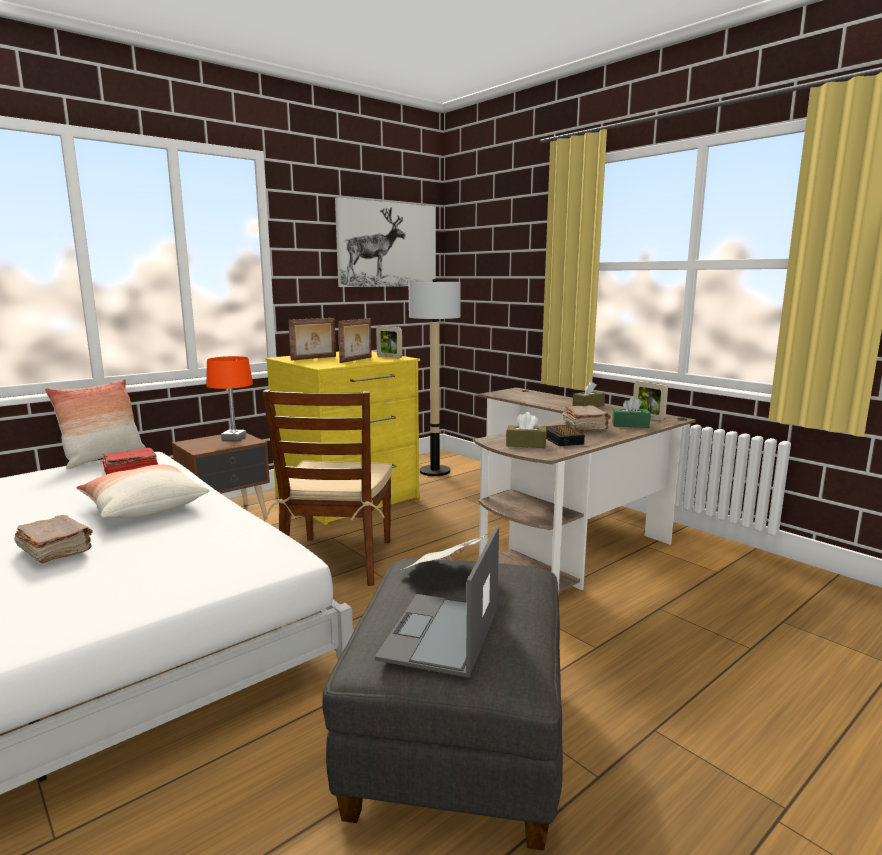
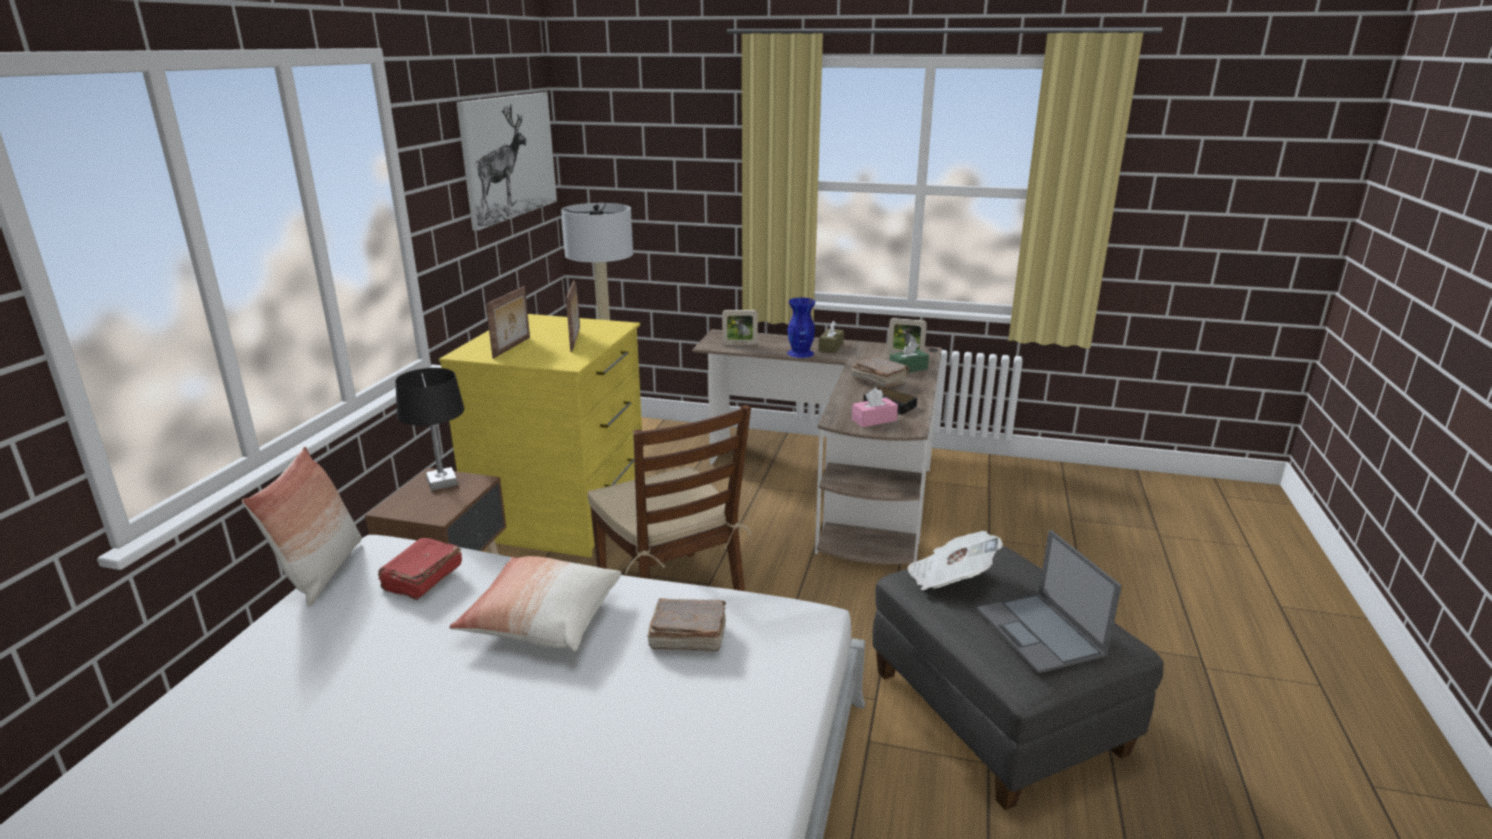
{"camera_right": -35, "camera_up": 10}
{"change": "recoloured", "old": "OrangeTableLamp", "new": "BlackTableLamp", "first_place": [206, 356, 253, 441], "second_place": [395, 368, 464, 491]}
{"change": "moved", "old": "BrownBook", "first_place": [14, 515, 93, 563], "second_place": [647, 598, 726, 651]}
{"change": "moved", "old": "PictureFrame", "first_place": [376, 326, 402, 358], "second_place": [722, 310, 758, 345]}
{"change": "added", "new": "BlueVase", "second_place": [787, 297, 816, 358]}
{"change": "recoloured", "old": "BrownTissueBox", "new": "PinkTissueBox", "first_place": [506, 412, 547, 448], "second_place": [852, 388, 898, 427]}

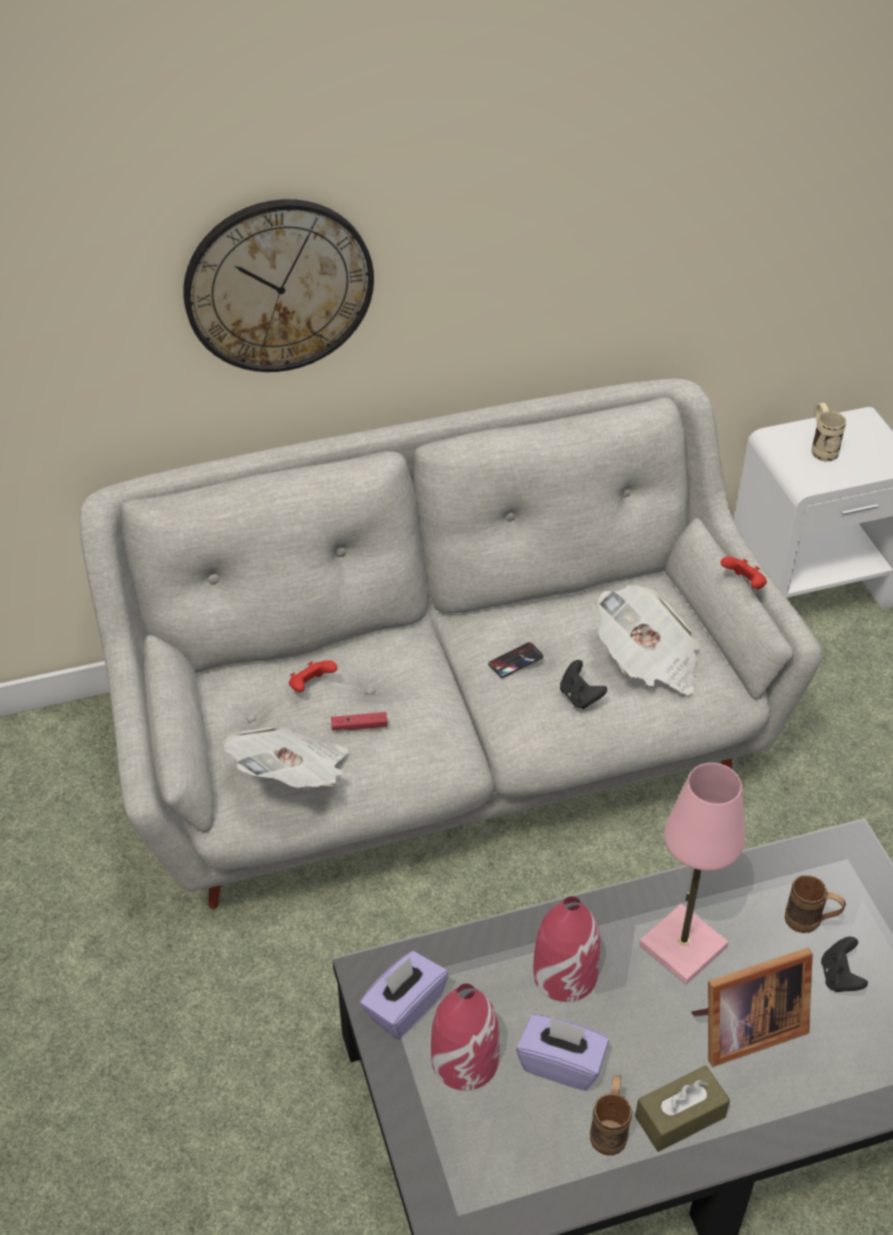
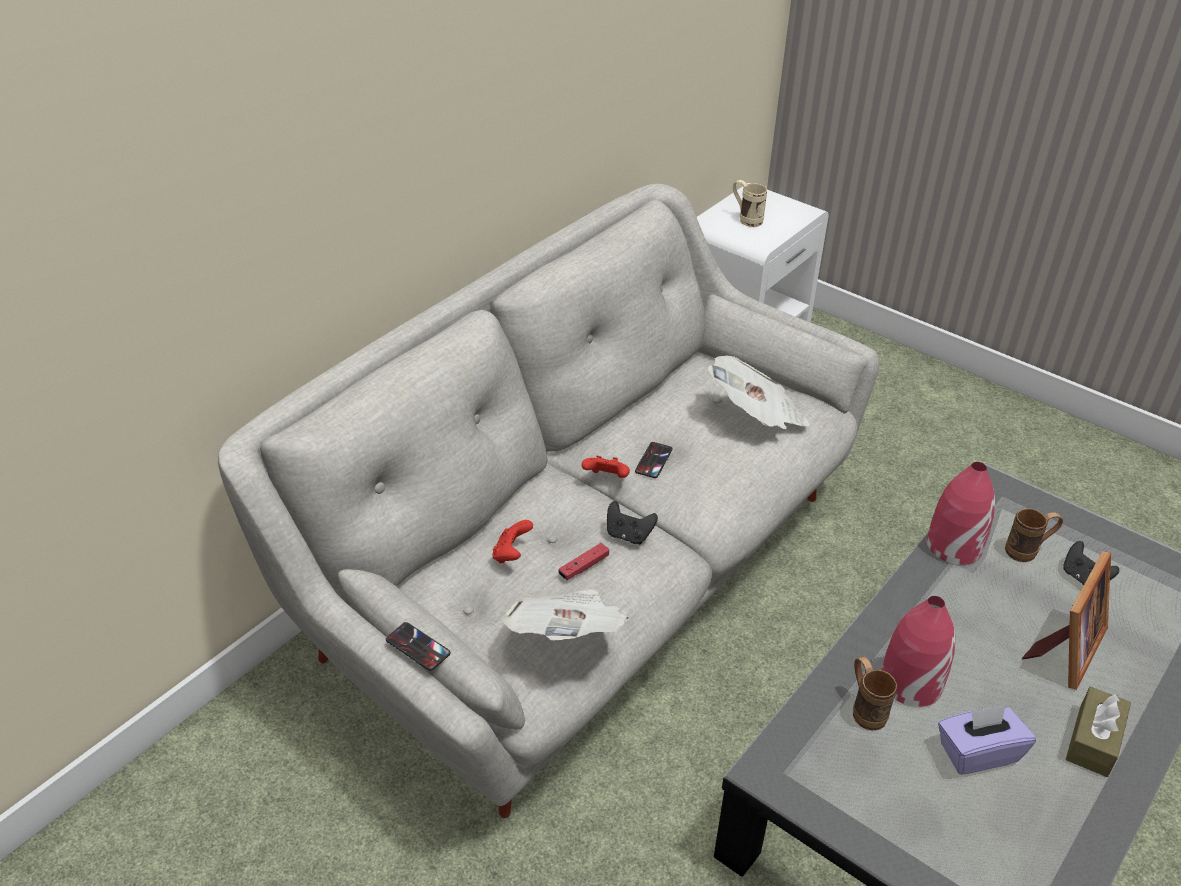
{"camera_right": -35, "camera_up": -5}
{"change": "added", "new": "Phone", "second_place": [386, 622, 451, 671]}
{"change": "moved", "old": "RedGameController", "first_place": [721, 556, 767, 589], "second_place": [582, 456, 630, 478]}
{"change": "moved", "old": "BlackGameController", "first_place": [560, 660, 607, 709], "second_place": [607, 501, 658, 544]}
{"change": "moved", "old": "BrownMug", "first_place": [590, 1075, 632, 1155], "second_place": [853, 657, 897, 731]}
{"change": "moved", "old": "RedVase", "first_place": [431, 983, 500, 1090], "second_place": [927, 462, 995, 565]}
{"change": "removed", "old": "WallClock", "first_place": [183, 199, 374, 372]}
{"change": "removed", "old": "PurpleTissueBox", "first_place": [360, 951, 449, 1038]}
{"change": "removed", "old": "PinkTableLamp", "first_place": [639, 763, 745, 984]}

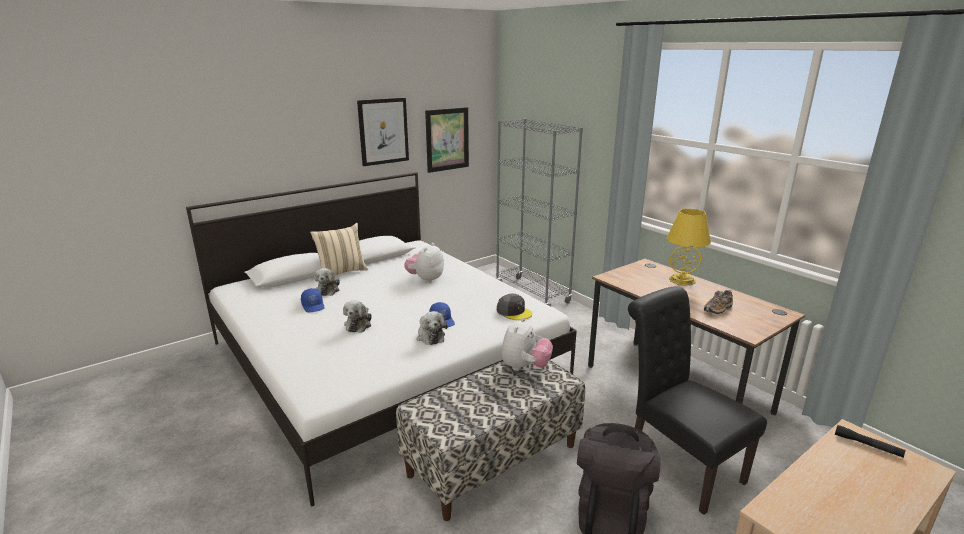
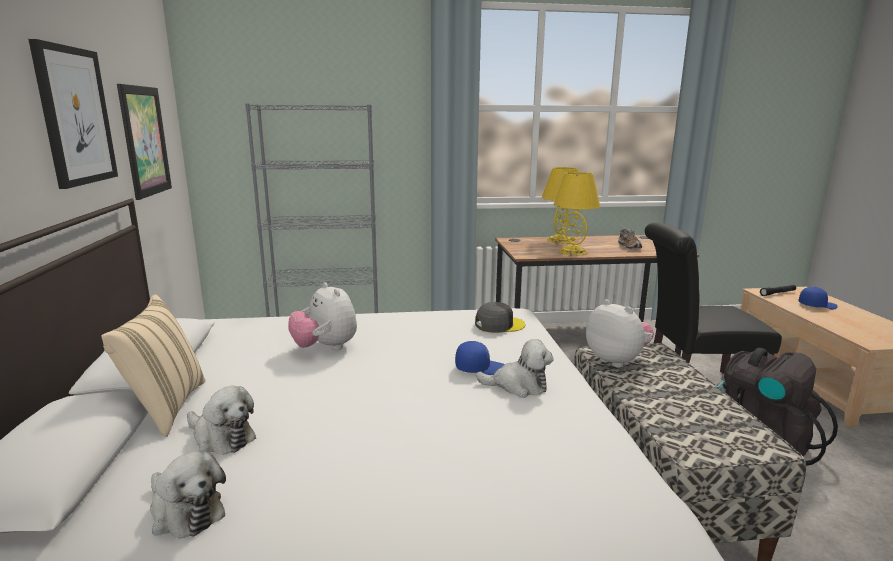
{"camera_right": -60, "camera_up": -5}
{"change": "moved", "old": "PlushToy", "first_place": [343, 301, 372, 333], "second_place": [150, 451, 226, 538]}
{"change": "added", "new": "YellowTableLamp", "second_place": [553, 172, 600, 256]}
{"change": "moved", "old": "BlueCap", "first_place": [301, 288, 325, 313], "second_place": [798, 287, 838, 309]}

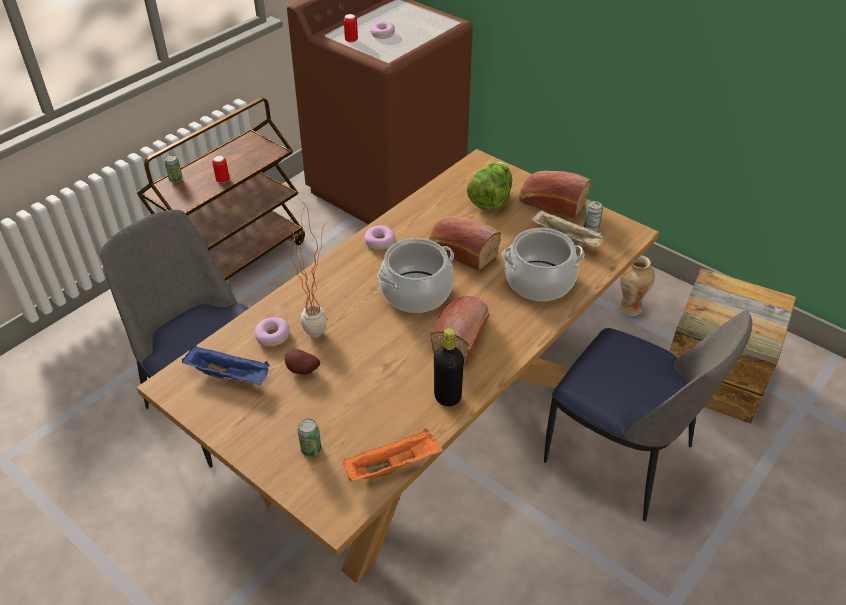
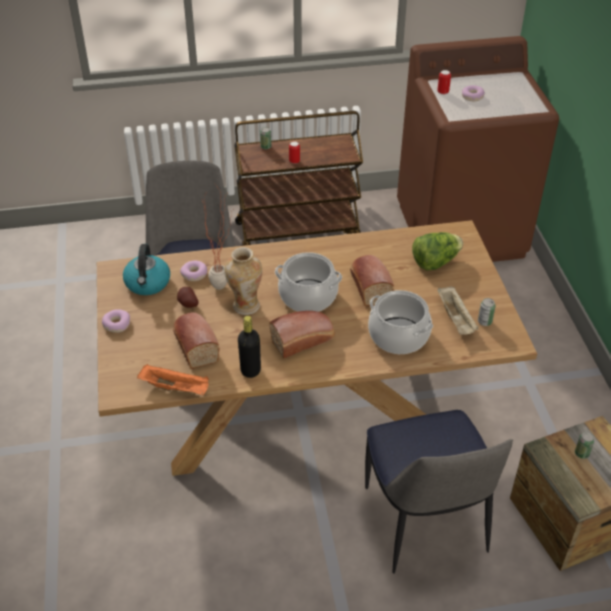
{"camera_right": 40, "camera_up": 0}
{"change": "moved", "old": "Donut", "first_place": [364, 225, 396, 250], "second_place": [102, 309, 130, 333]}
{"change": "replaced", "old": "BlueTray", "new": "Kettle", "first_place": [182, 345, 270, 385], "second_place": [123, 244, 170, 295]}
{"change": "moved", "old": "Bread", "first_place": [519, 171, 591, 218], "second_place": [173, 312, 220, 369]}
{"change": "moved", "old": "Vase", "first_place": [618, 255, 655, 316], "second_place": [224, 247, 262, 315]}
{"change": "moved", "old": "Can", "first_place": [297, 419, 321, 457], "second_place": [575, 432, 595, 459]}

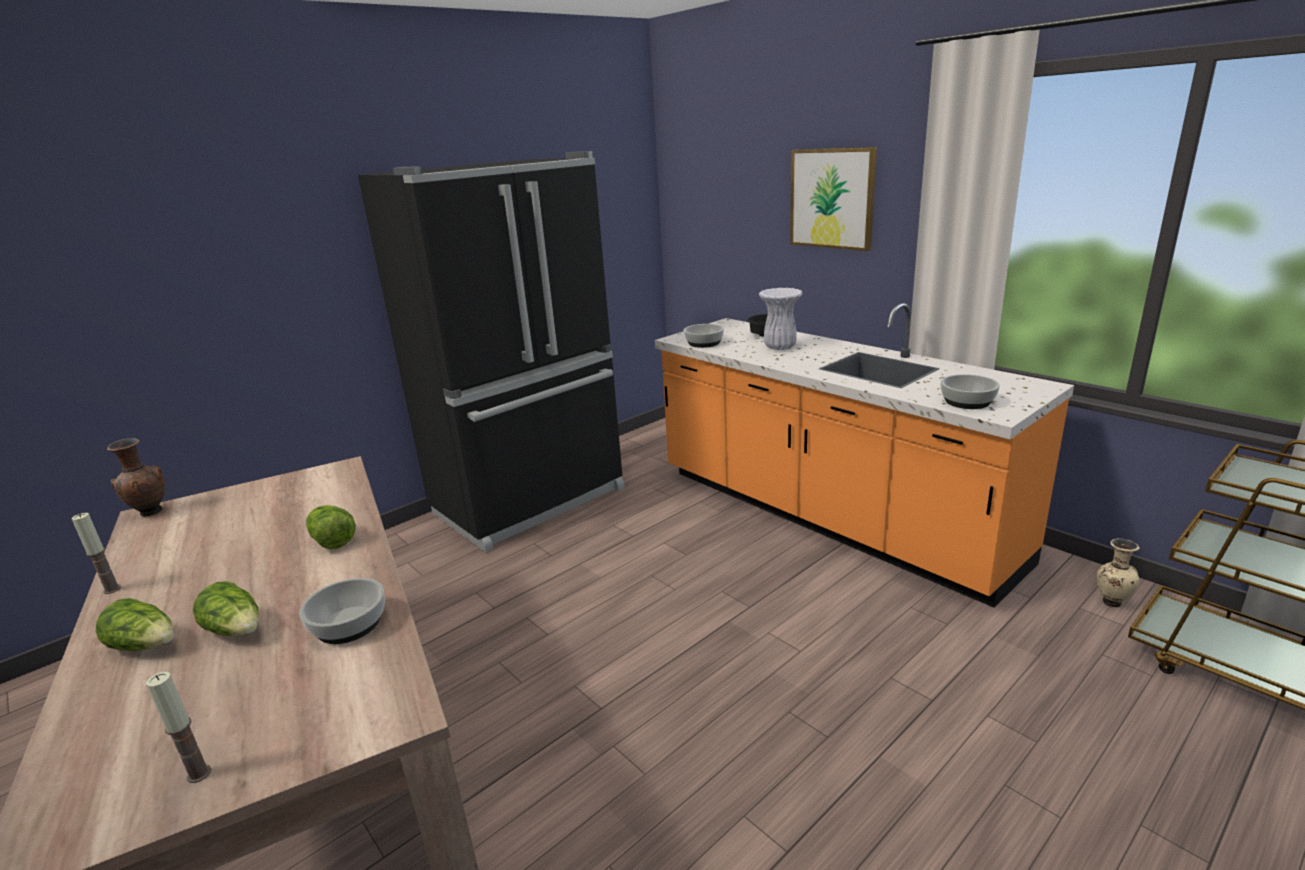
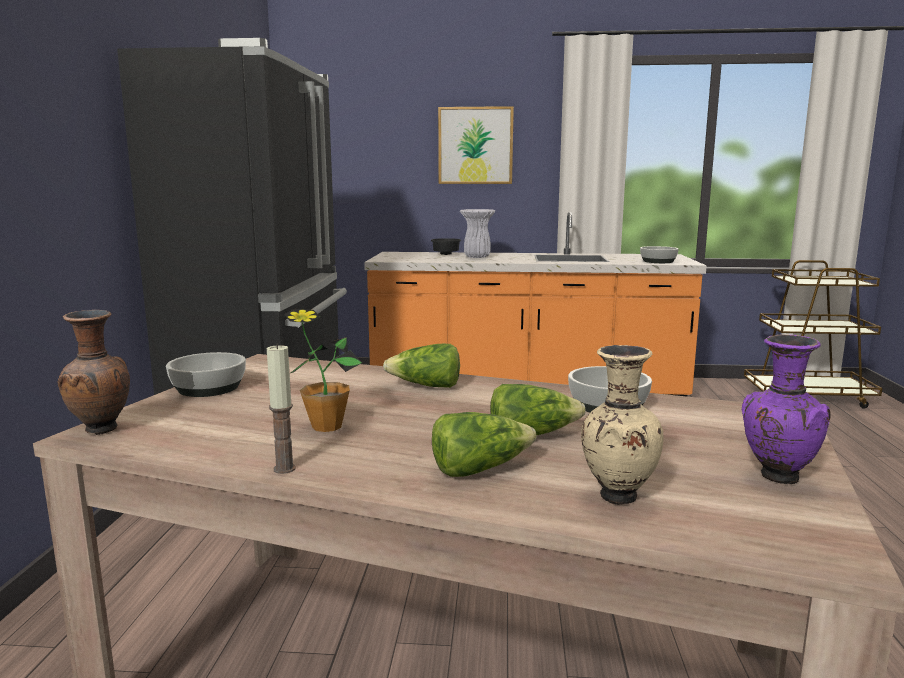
{"camera_right": -45, "camera_up": -10}
{"change": "moved", "old": "Bowl", "first_place": [684, 324, 724, 348], "second_place": [166, 352, 246, 397]}
{"change": "added", "new": "PottedPlant", "second_place": [284, 309, 362, 432]}
{"change": "moved", "old": "BeigeVase", "first_place": [1097, 538, 1139, 607], "second_place": [581, 345, 663, 505]}
{"change": "replaced", "old": "Candle", "new": "PurpleVase", "first_place": [146, 672, 211, 783], "second_place": [742, 335, 830, 484]}

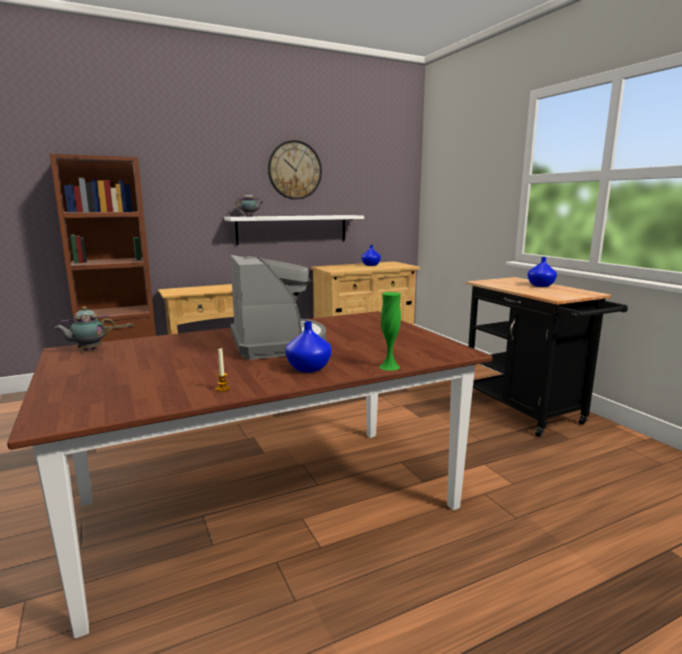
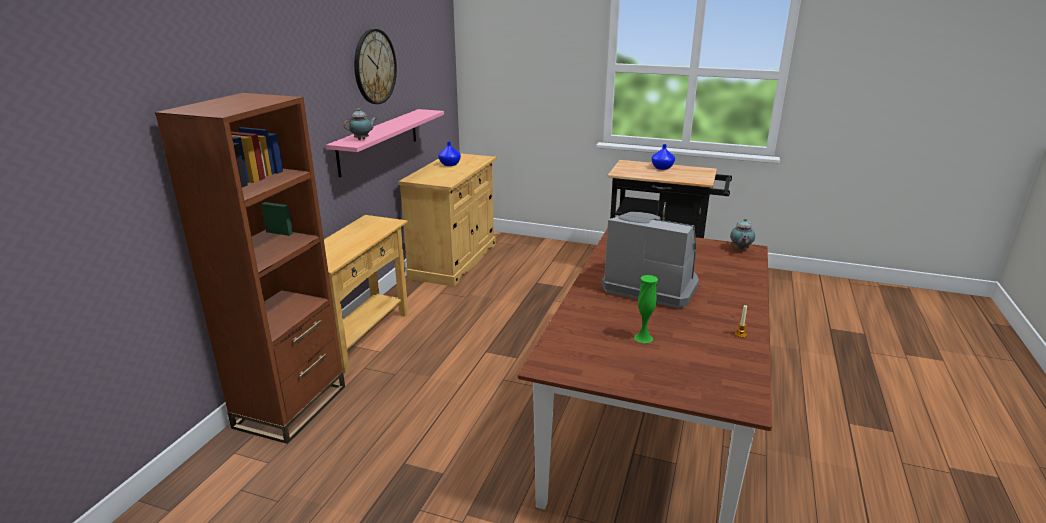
{"camera_right": -45, "camera_up": 10}
{"change": "recoloured", "old": "WhiteShelf", "new": "PinkShelf", "first_place": [224, 215, 364, 245], "second_place": [326, 109, 444, 177]}
{"change": "moved", "old": "GreenVase", "first_place": [379, 292, 401, 371], "second_place": [634, 275, 658, 343]}
{"change": "moved", "old": "Teapot", "first_place": [55, 307, 115, 351], "second_place": [730, 218, 755, 250]}
{"change": "removed", "old": "BlueVase", "first_place": [285, 321, 332, 373]}

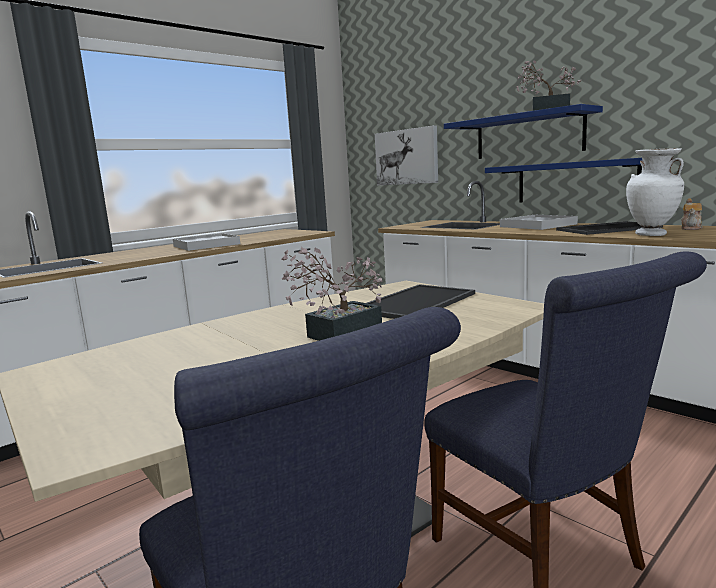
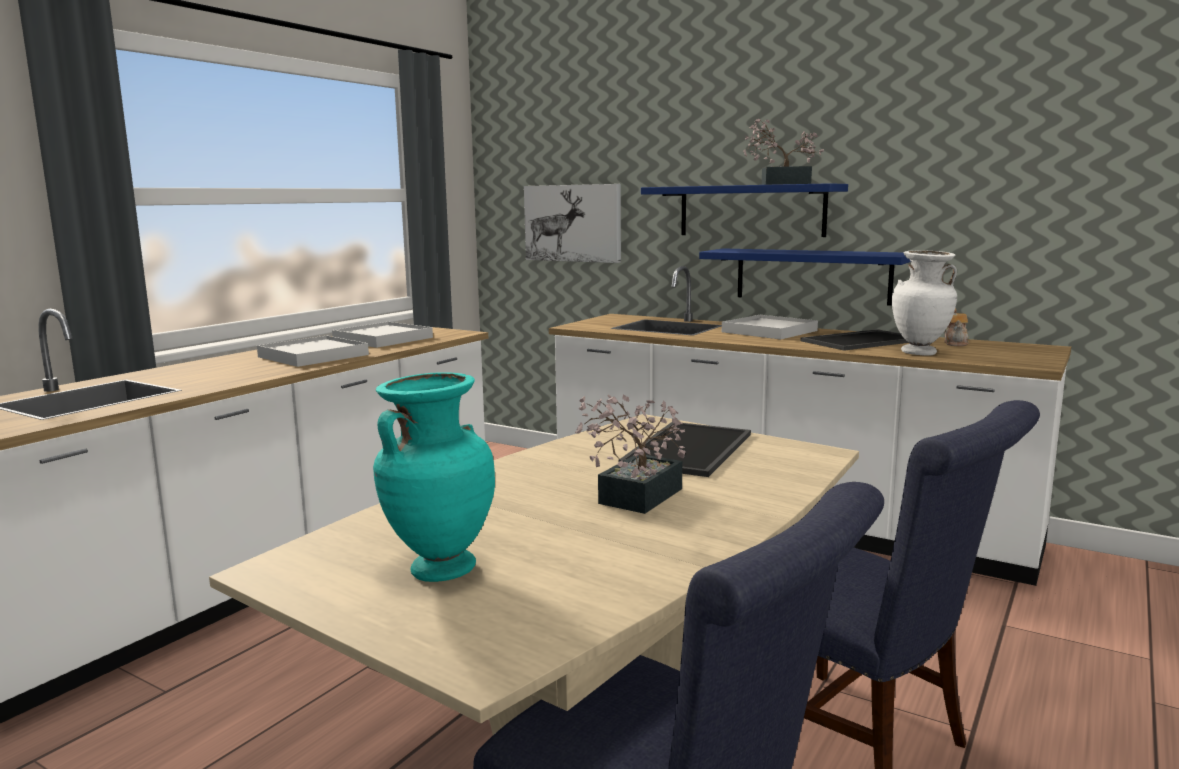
{"camera_right": -15, "camera_up": 0}
{"change": "added", "new": "WhiteTray", "second_place": [332, 322, 433, 348]}
{"change": "added", "new": "TurquoiseVase", "second_place": [373, 372, 495, 582]}

